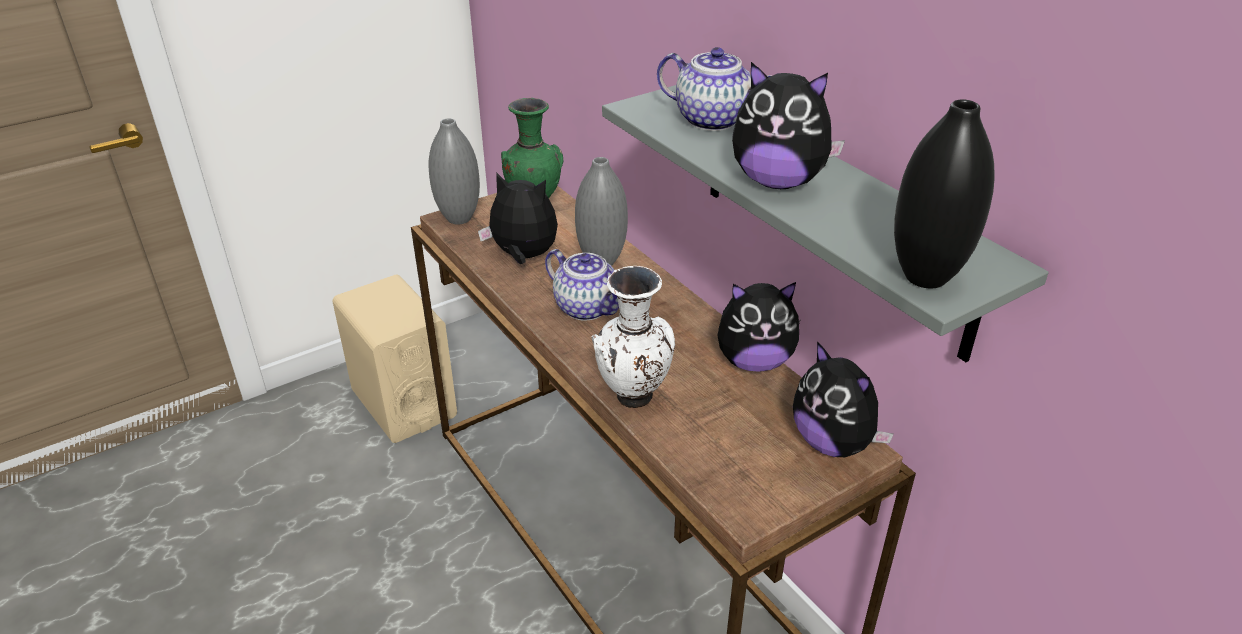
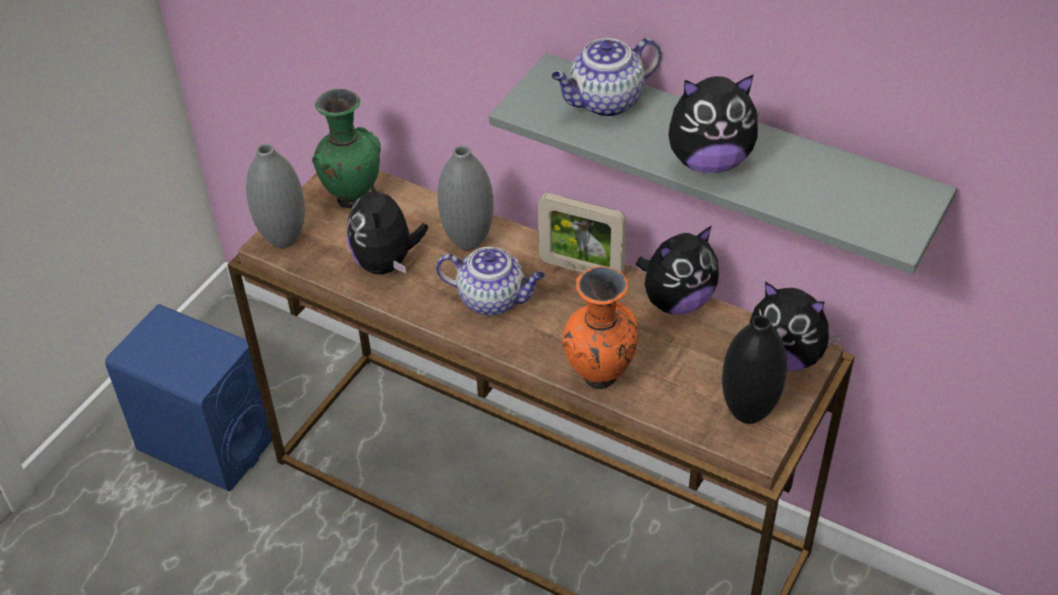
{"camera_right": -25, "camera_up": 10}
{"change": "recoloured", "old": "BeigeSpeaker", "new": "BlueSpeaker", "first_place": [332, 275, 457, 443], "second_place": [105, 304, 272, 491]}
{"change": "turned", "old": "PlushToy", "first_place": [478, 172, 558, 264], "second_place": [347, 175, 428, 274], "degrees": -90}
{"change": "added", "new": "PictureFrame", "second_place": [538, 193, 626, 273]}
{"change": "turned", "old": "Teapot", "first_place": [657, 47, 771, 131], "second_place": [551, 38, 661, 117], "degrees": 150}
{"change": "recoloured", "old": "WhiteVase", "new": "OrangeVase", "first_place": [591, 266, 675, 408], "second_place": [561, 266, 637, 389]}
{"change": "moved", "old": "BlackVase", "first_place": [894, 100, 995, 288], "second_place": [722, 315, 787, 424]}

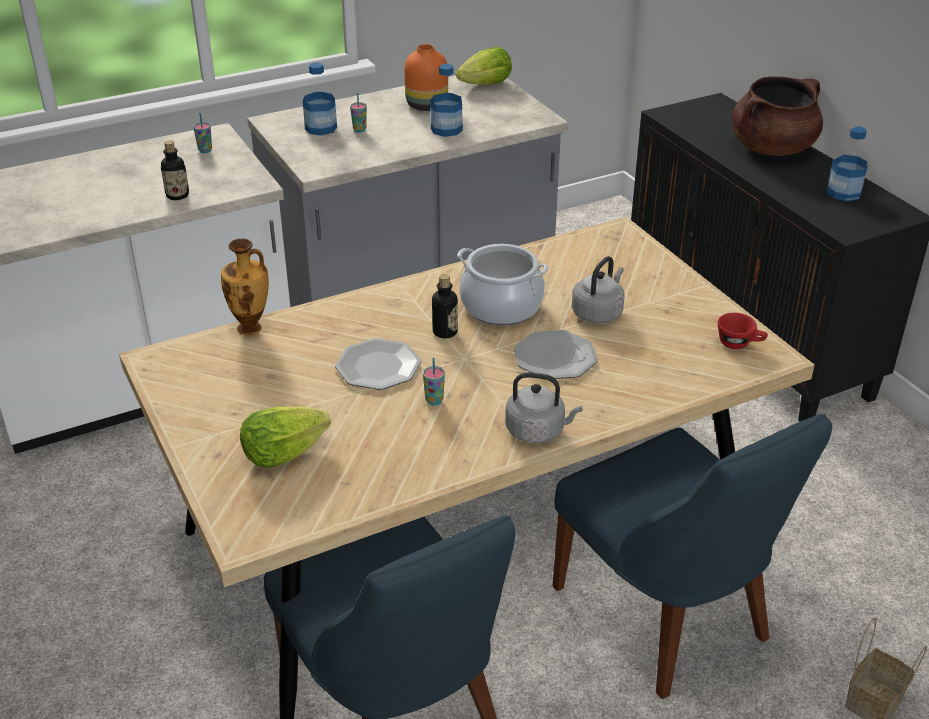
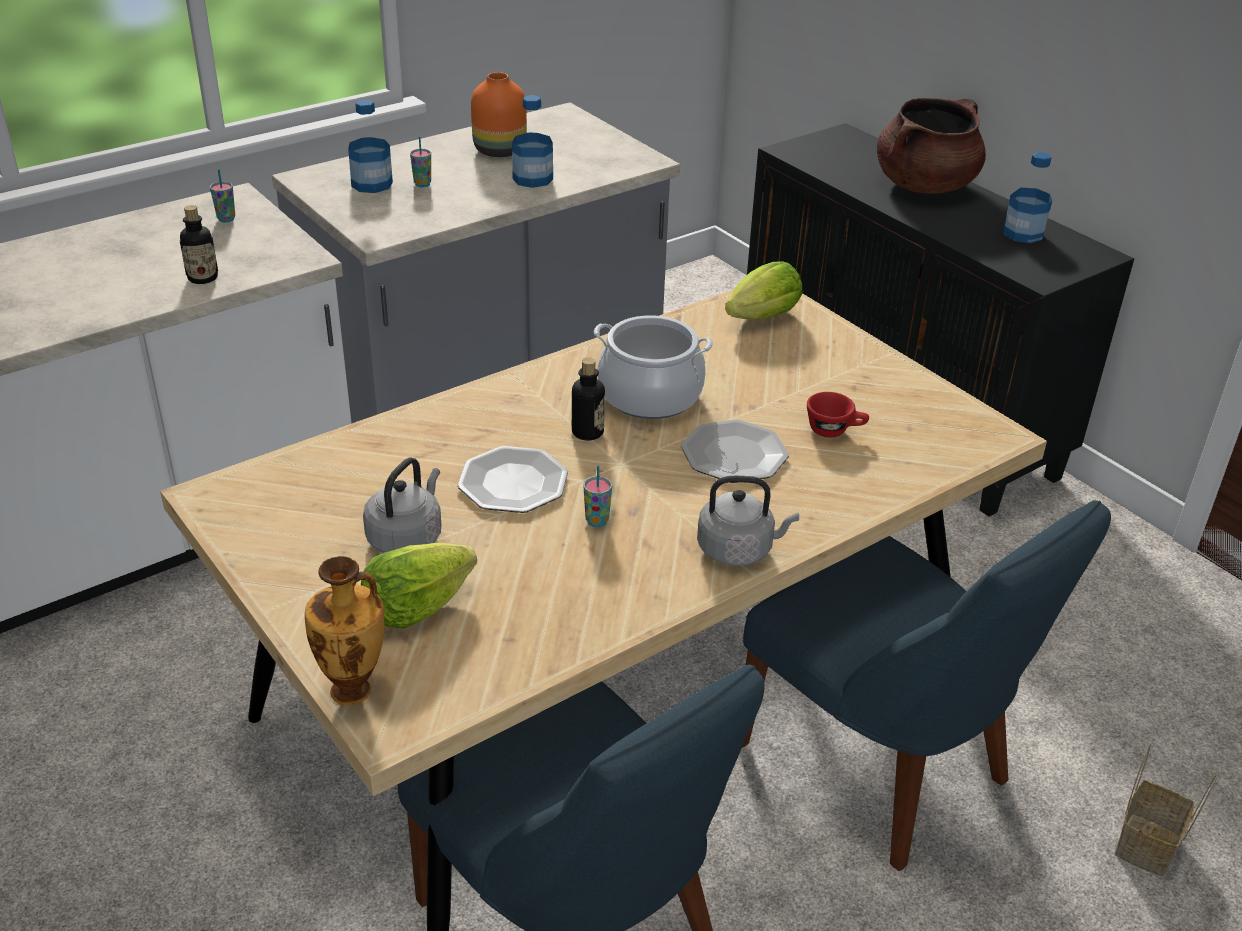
{"camera_right": -10, "camera_up": 0}
{"change": "moved", "old": "Vase", "first_place": [221, 238, 269, 335], "second_place": [305, 556, 385, 705]}
{"change": "moved", "old": "GreyKettle", "first_place": [572, 256, 624, 323], "second_place": [363, 457, 441, 553]}
{"change": "moved", "old": "Lettuce", "first_place": [456, 47, 512, 85], "second_place": [725, 261, 803, 319]}
{"change": "moved", "old": "RedCup", "first_place": [718, 313, 768, 349], "second_place": [807, 392, 869, 437]}

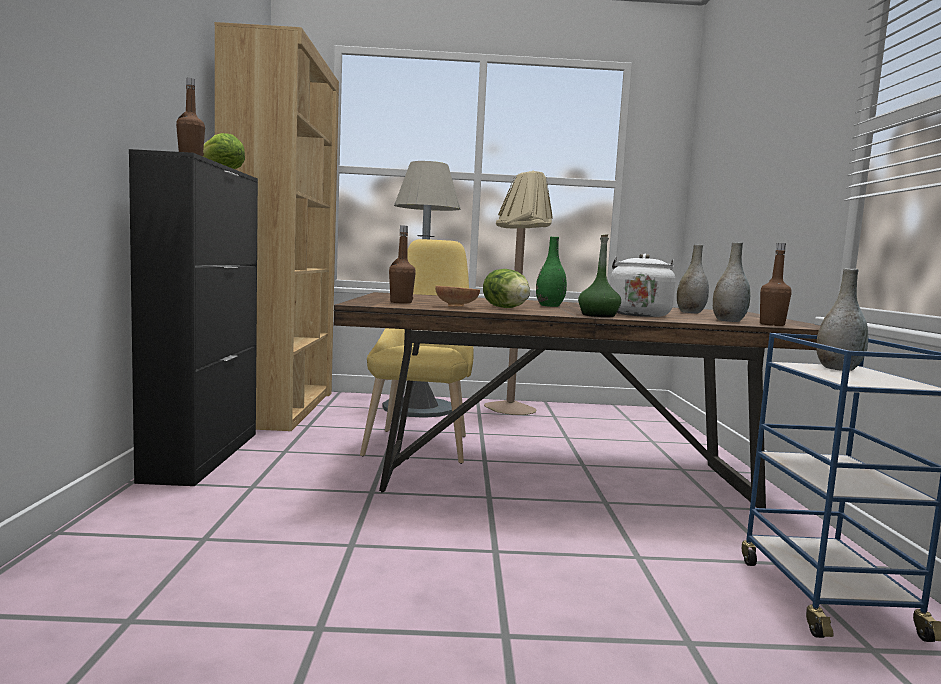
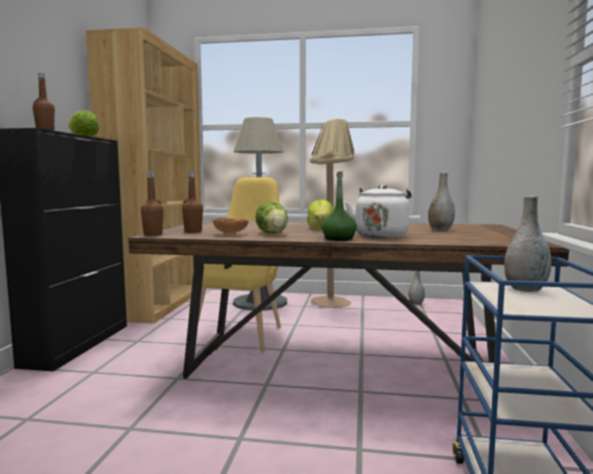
{"camera_right": 10, "camera_up": 0}
{"change": "moved", "old": "BrownBottle", "first_place": [760, 243, 792, 326], "second_place": [141, 172, 163, 236]}
{"change": "replaced", "old": "GreenVase", "new": "Lettuce", "first_place": [536, 237, 567, 307], "second_place": [307, 199, 334, 229]}
{"change": "moved", "old": "GreyVase", "first_place": [713, 242, 750, 322], "second_place": [408, 271, 425, 305]}

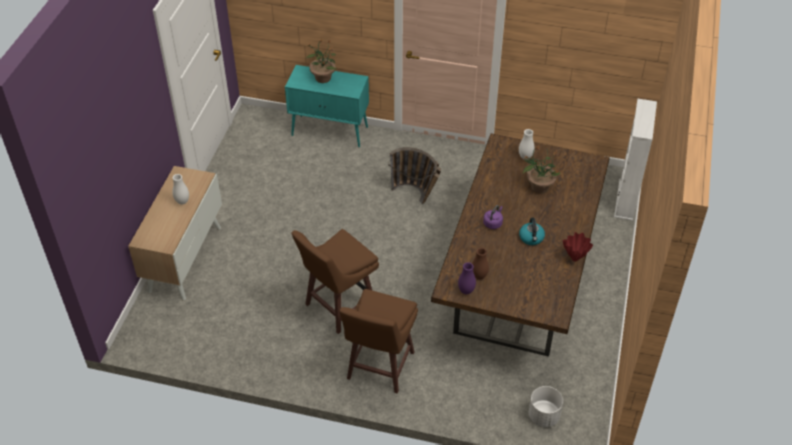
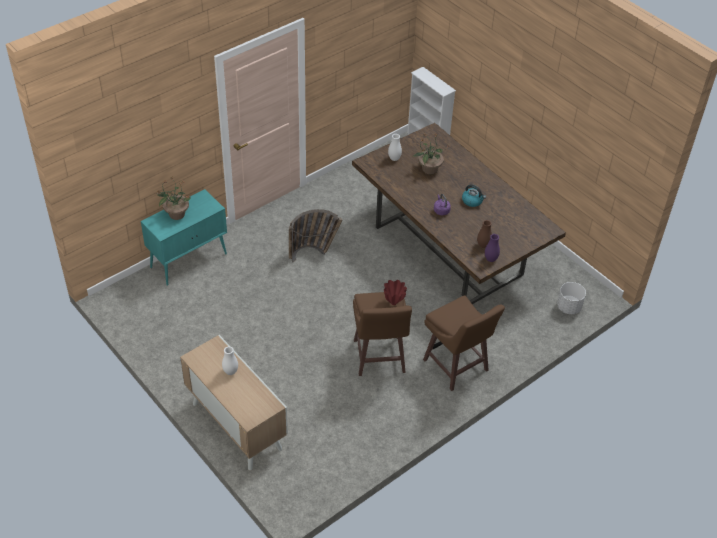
{"camera_right": -55, "camera_up": 0}
{"change": "moved", "old": "RedVase", "first_place": [563, 232, 593, 261], "second_place": [384, 280, 407, 305]}

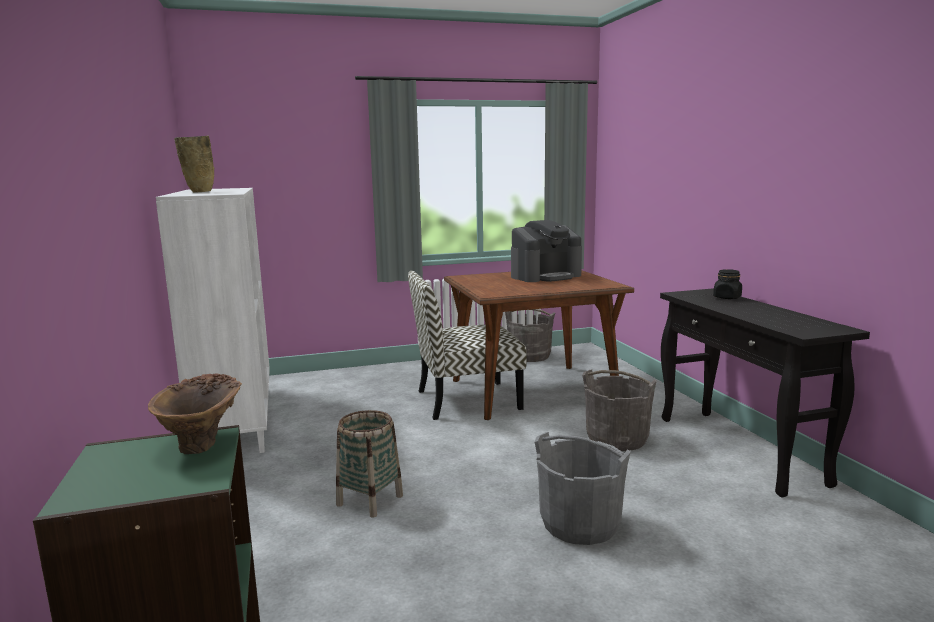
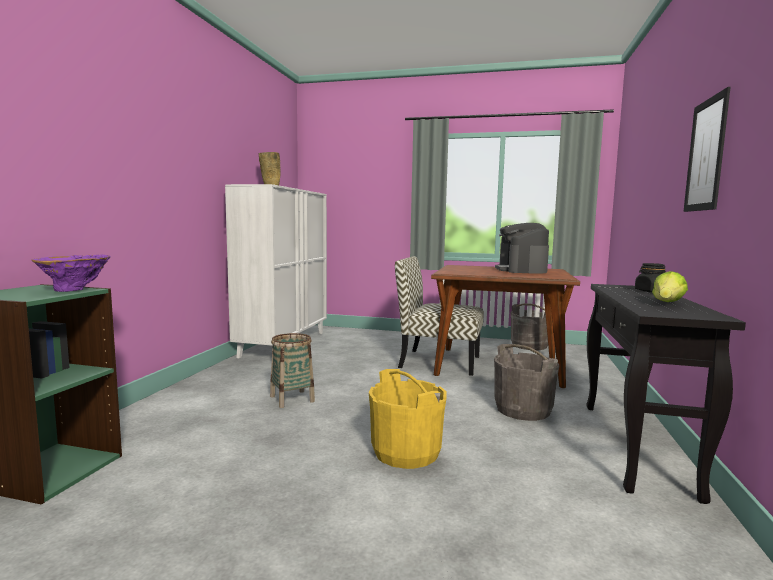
{"camera_right": 30, "camera_up": -5}
{"change": "recoloured", "old": "BrownVase", "new": "PurpleVase", "first_place": [148, 374, 242, 454], "second_place": [32, 255, 110, 292]}
{"change": "recoloured", "old": "GreyBucket", "new": "YellowBucket", "first_place": [534, 432, 631, 545], "second_place": [369, 369, 447, 469]}
{"change": "turned", "old": "CoffeeMachine", "first_place": [511, 220, 582, 282], "second_place": [495, 223, 549, 274], "degrees": 90}
{"change": "added", "new": "Lettuce", "second_place": [652, 271, 688, 302]}
{"change": "added", "new": "Picture", "second_place": [684, 87, 731, 212]}

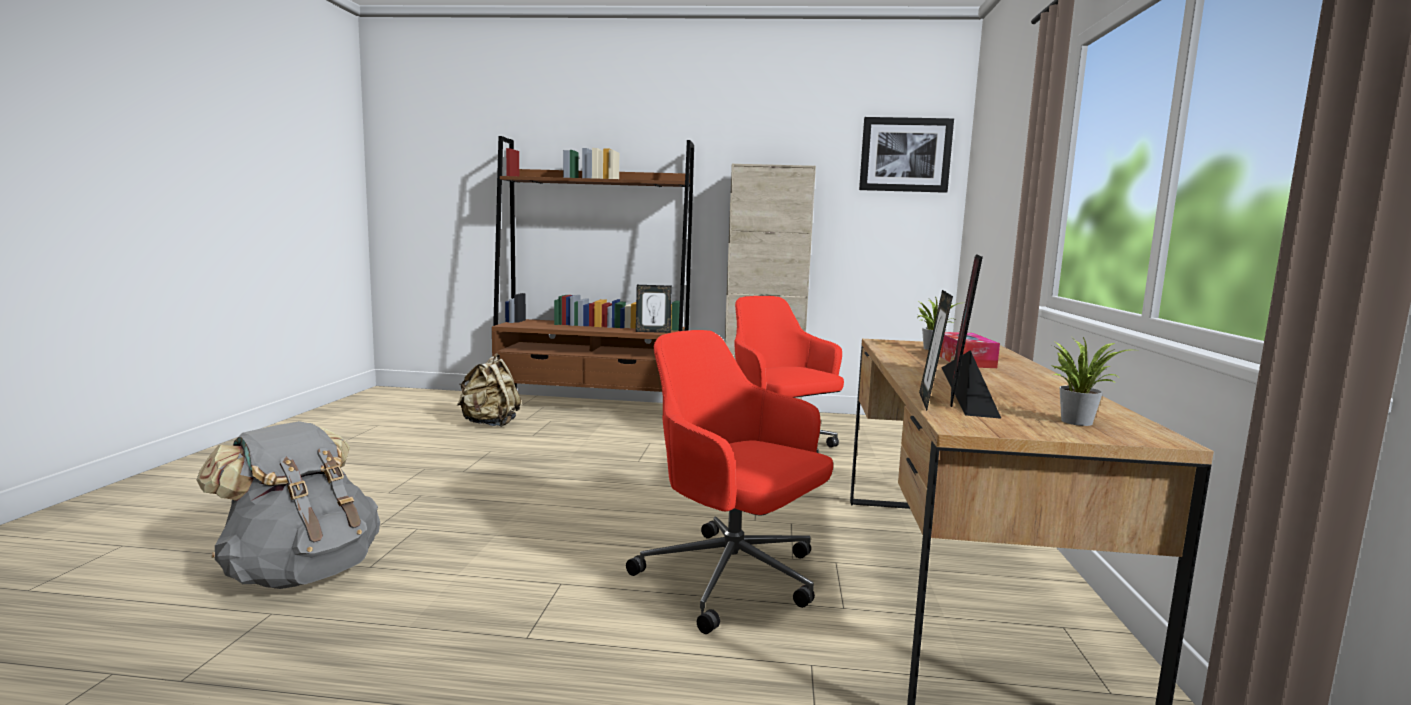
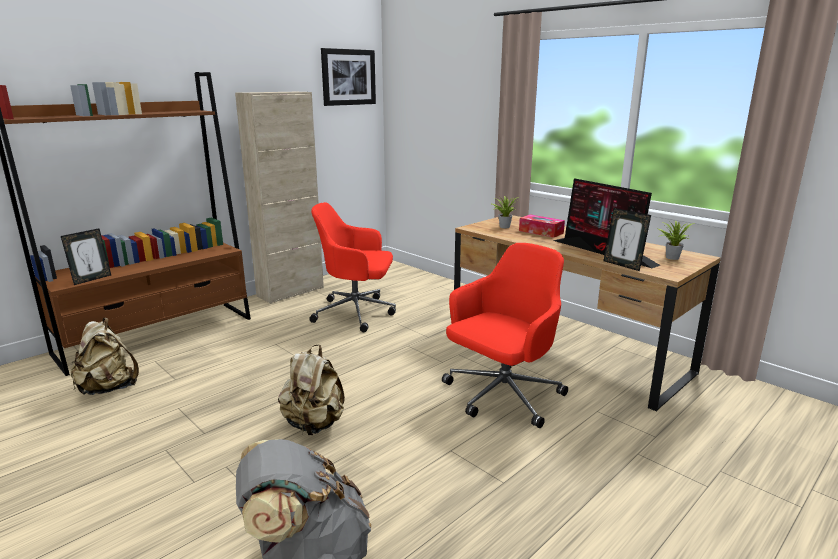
{"camera_right": -50, "camera_up": 10}
{"change": "moved", "old": "PictureFrame", "first_place": [636, 285, 672, 333], "second_place": [61, 228, 111, 285]}
{"change": "added", "new": "BeigeBackpack", "second_place": [278, 344, 345, 435]}
{"change": "turned", "old": "RedOfficeChair", "first_place": [626, 330, 833, 634], "second_place": [442, 243, 568, 428], "degrees": 150}

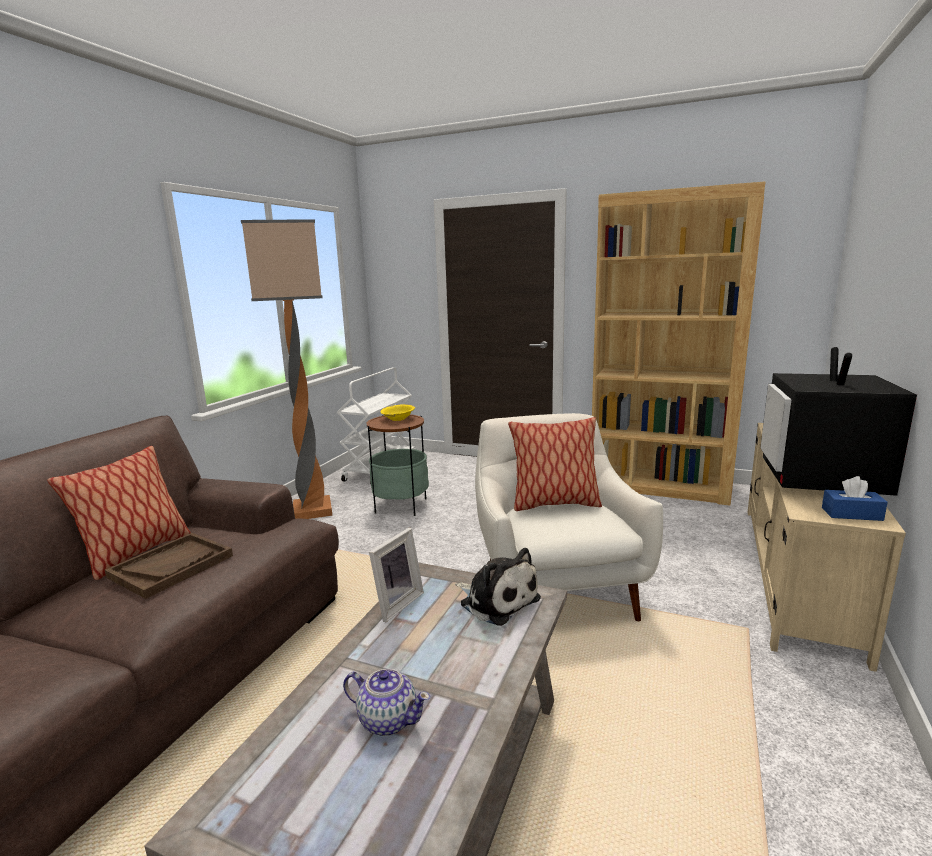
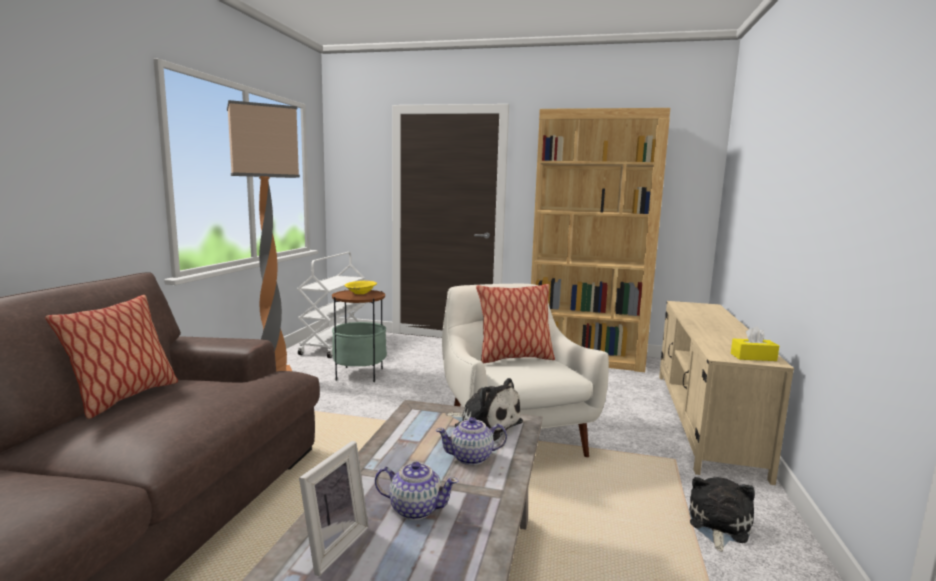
{"camera_right": -10, "camera_up": -5}
{"change": "moved", "old": "PictureFrame", "first_place": [369, 528, 424, 622], "second_place": [299, 441, 369, 576]}
{"change": "added", "new": "Teapot", "second_place": [436, 417, 507, 465]}
{"change": "added", "new": "PlushToy", "second_place": [689, 477, 755, 552]}
{"change": "recoloured", "old": "BlueTissueBox", "new": "YellowTissueBox", "first_place": [822, 476, 888, 521], "second_place": [731, 326, 779, 361]}
{"change": "removed", "old": "BrownTray", "first_place": [105, 533, 233, 599]}
{"change": "removed", "old": "Television", "first_place": [760, 347, 917, 496]}

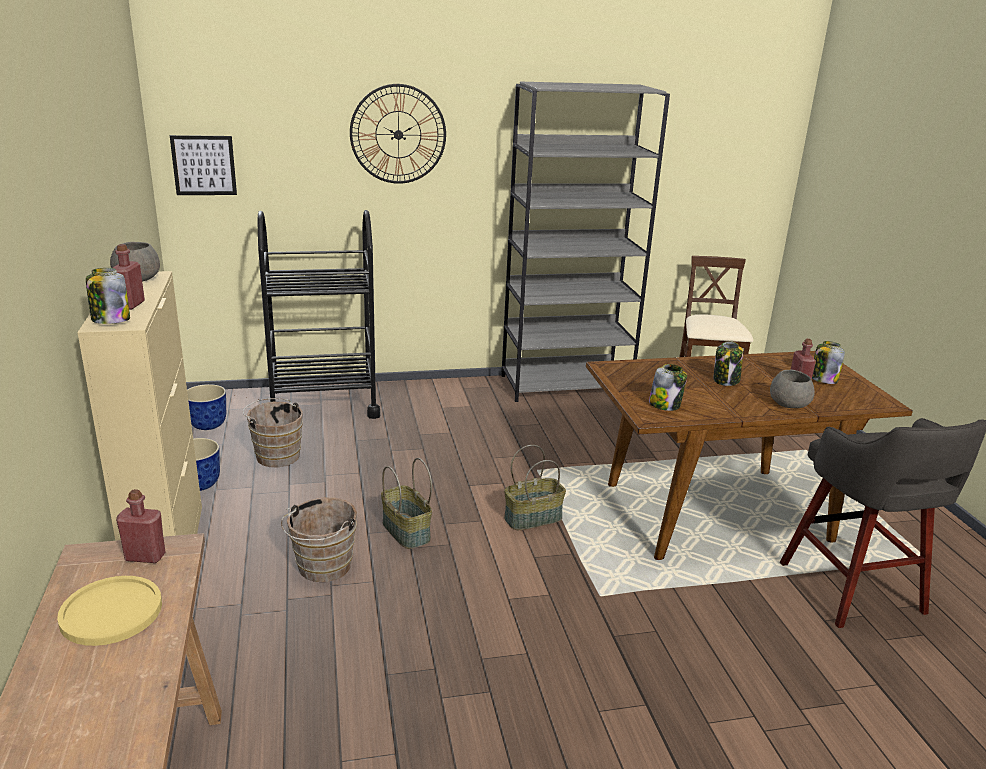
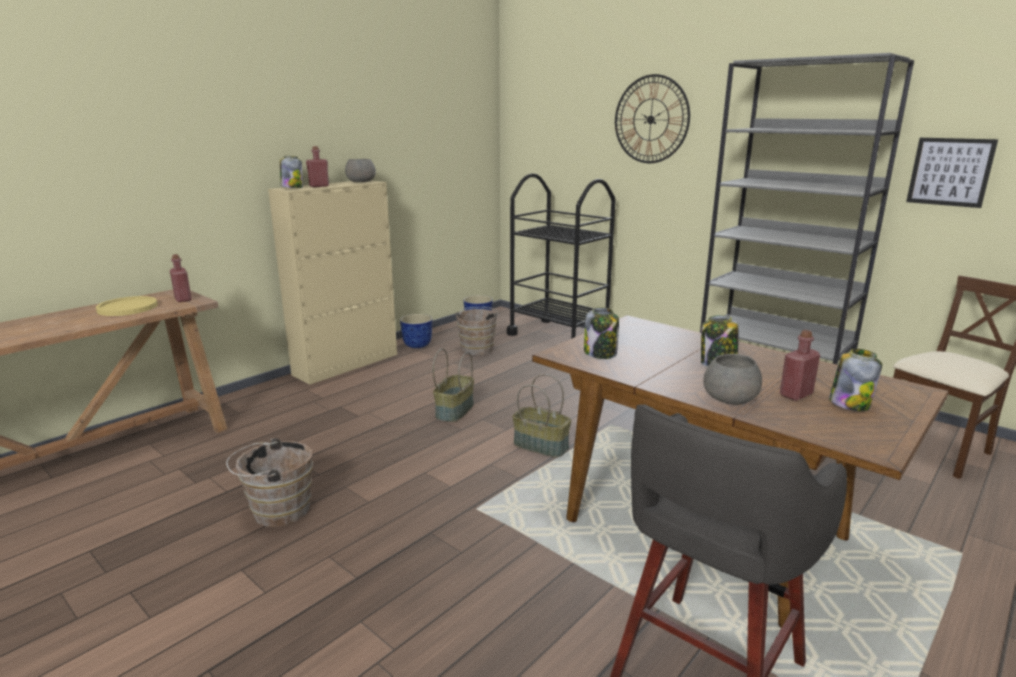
{"camera_right": 55, "camera_up": -5}
{"change": "moved", "old": "BrownBucket", "first_place": [281, 497, 357, 582], "second_place": [226, 438, 313, 527]}
{"change": "moved", "old": "Picture", "first_place": [170, 135, 237, 195], "second_place": [906, 138, 998, 208]}

